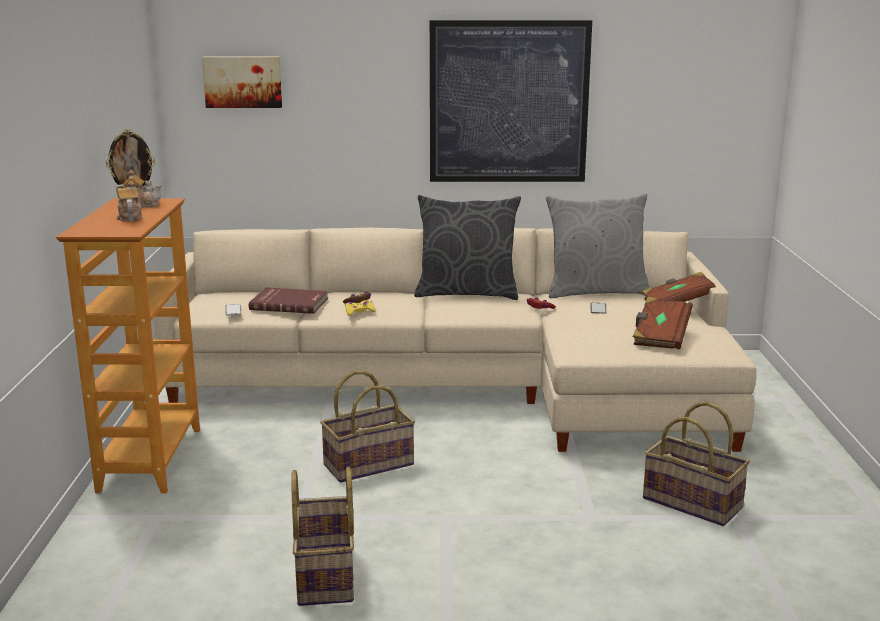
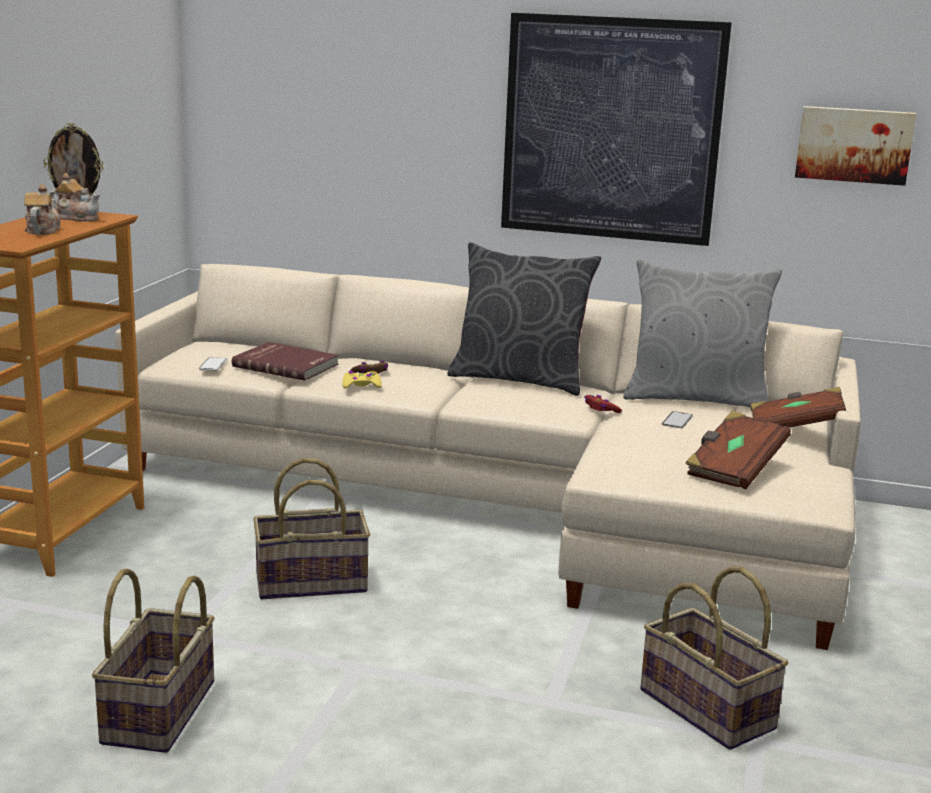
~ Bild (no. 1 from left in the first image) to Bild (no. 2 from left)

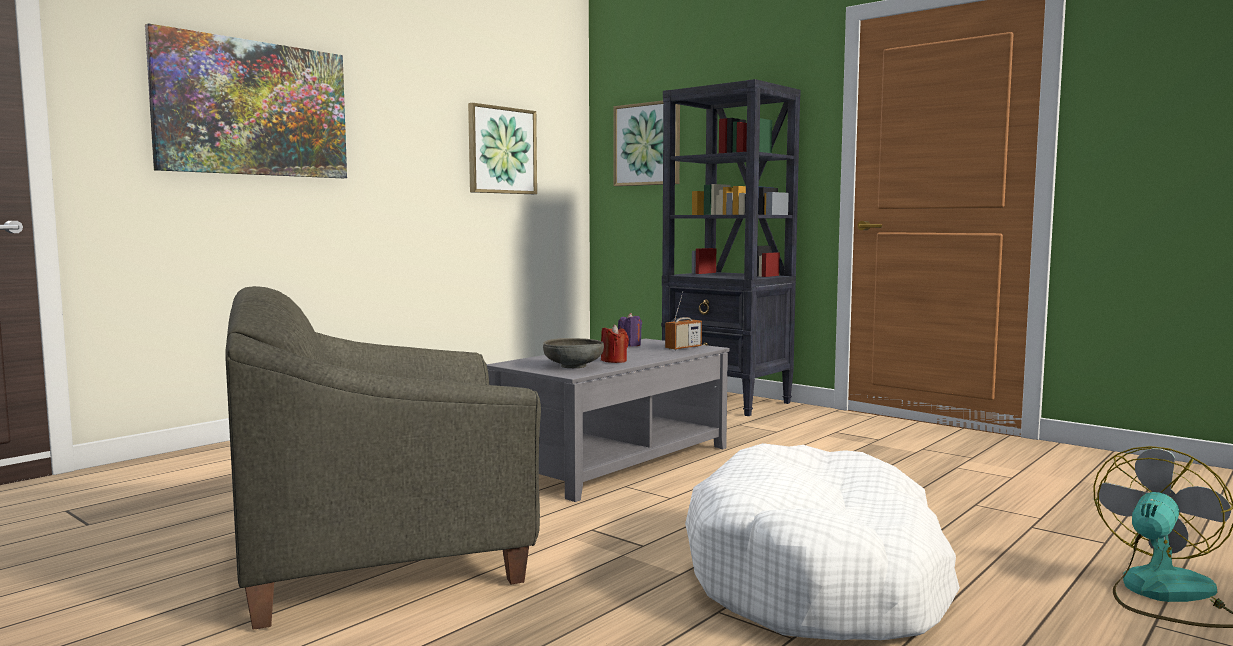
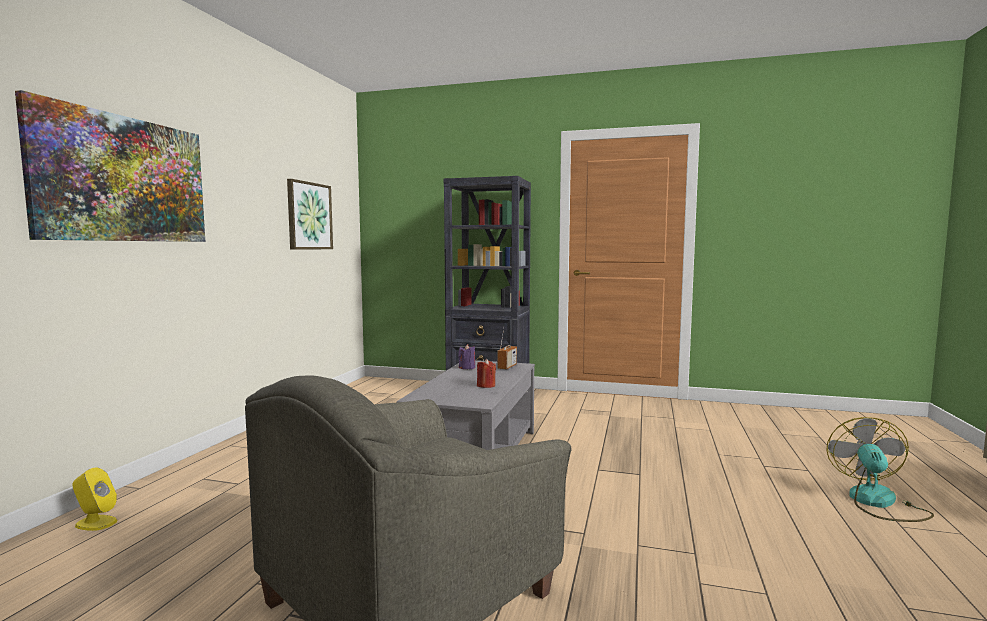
+ Lautsprecher (gelb)
- Schüssel (grau)
- Bild (no. 3 from left)
- Hundebett (weiß)

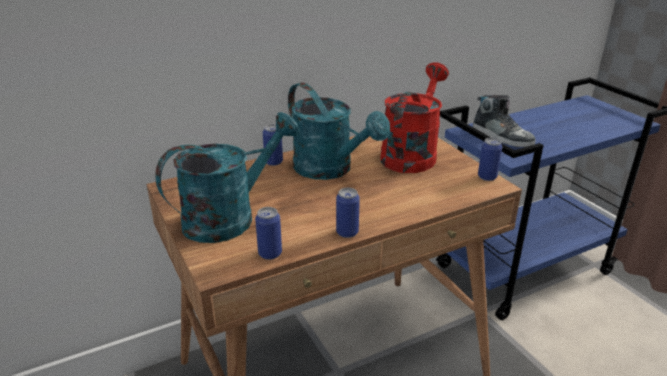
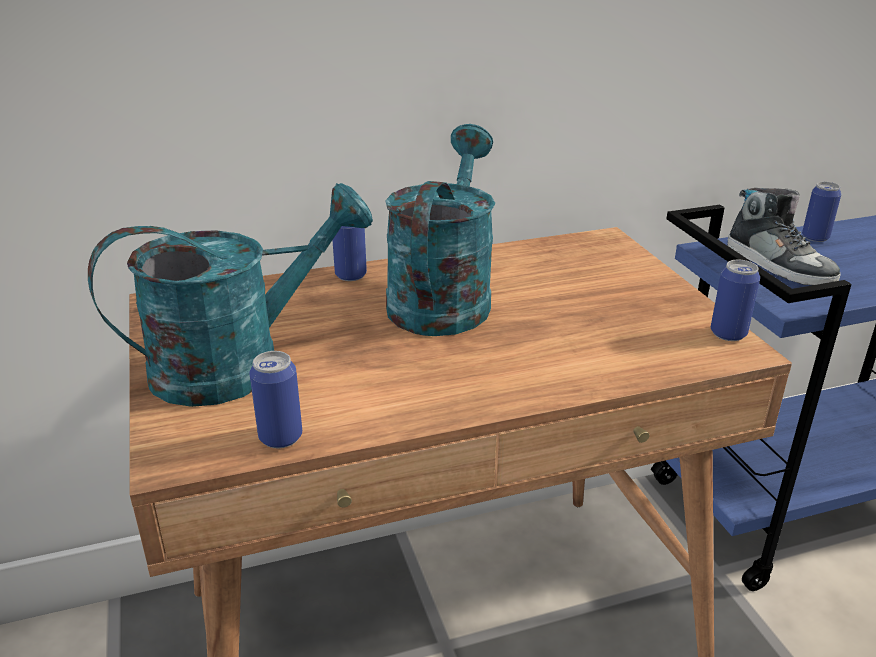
~ Gießkanne (türkis) (no. 2 from left) 135 degrees counterclockwise
~ Dose (no. 3 from left in the first image) to Dose (no. 4 from left)
- Gießkanne (rot)

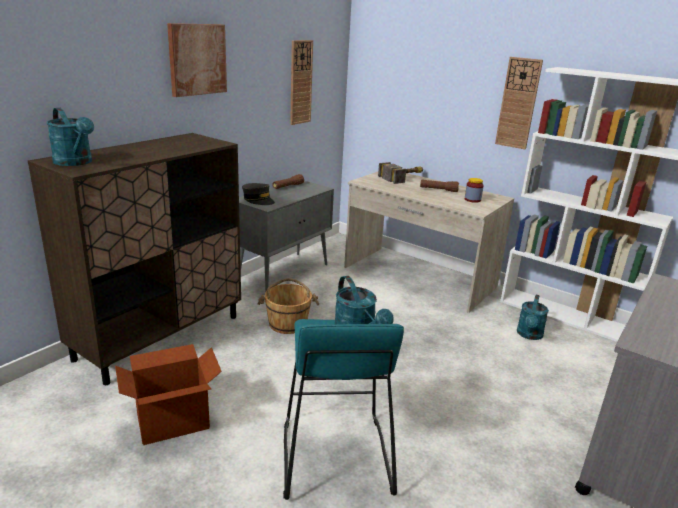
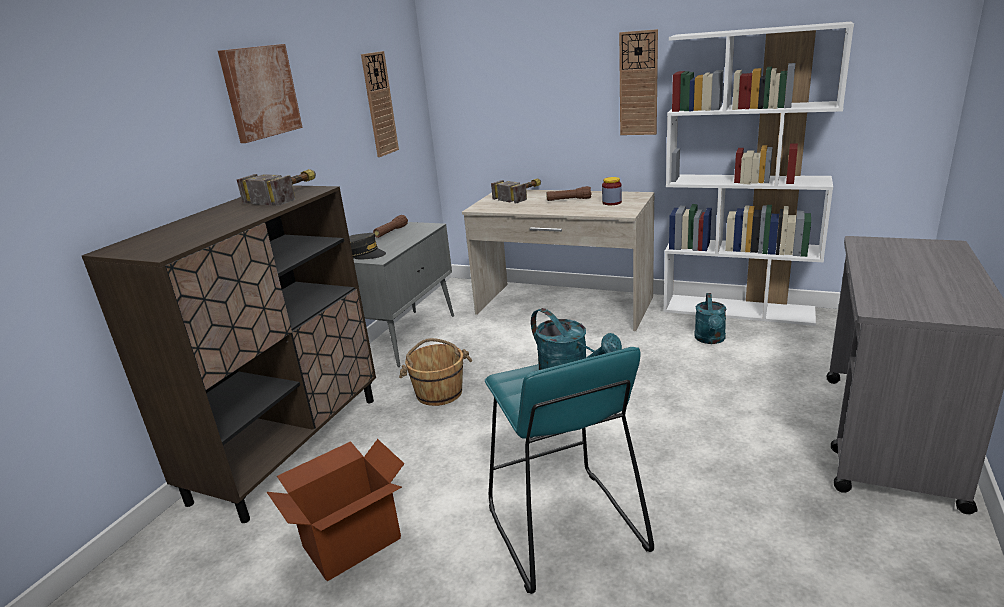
+ Hammer (no. 1 from left)
- Gießkanne (türkis) (no. 1 from left)

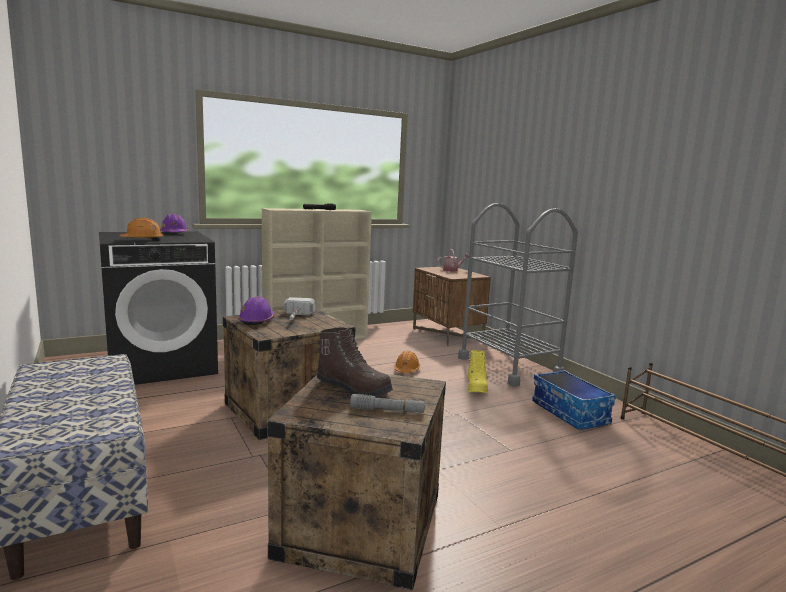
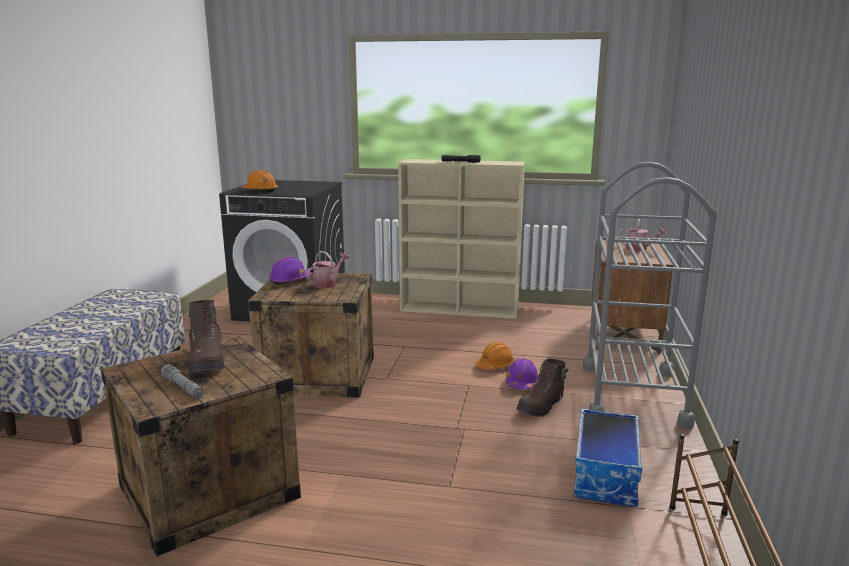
~ Hammer to Gießkanne (no. 1 from left)
~ Schutzhelm (lila) (no. 1 from left in the first image) to Schutzhelm (lila) (no. 2 from left)
~ Stiefel (gelb) to Stiefel (braun) (no. 2 from left)

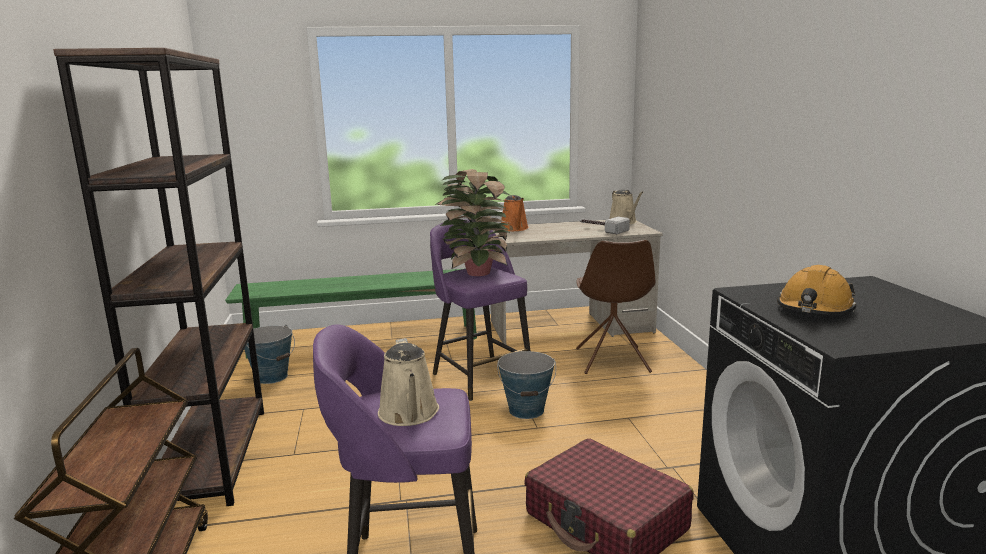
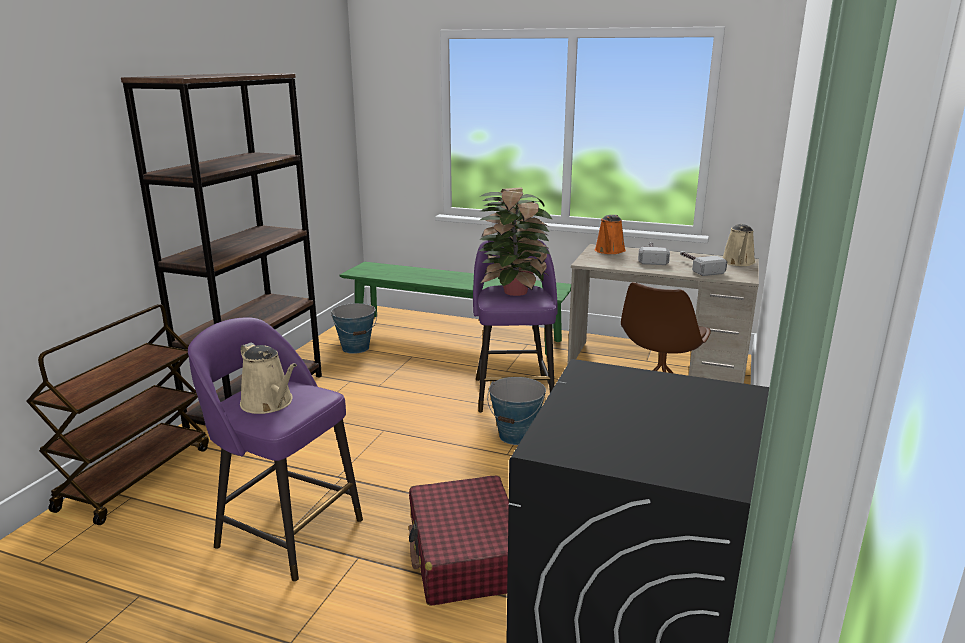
~ Gießkanne (beige) (no. 1 from left) 60 degrees counterclockwise
+ Hammer (no. 1 from left)
- Schutzhelm (orange)

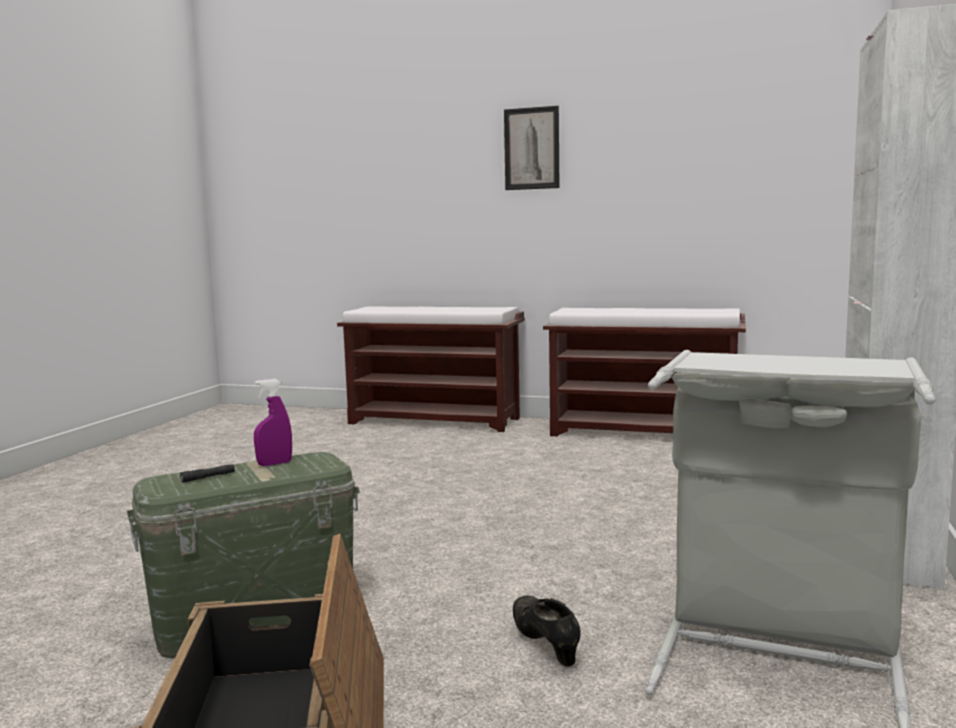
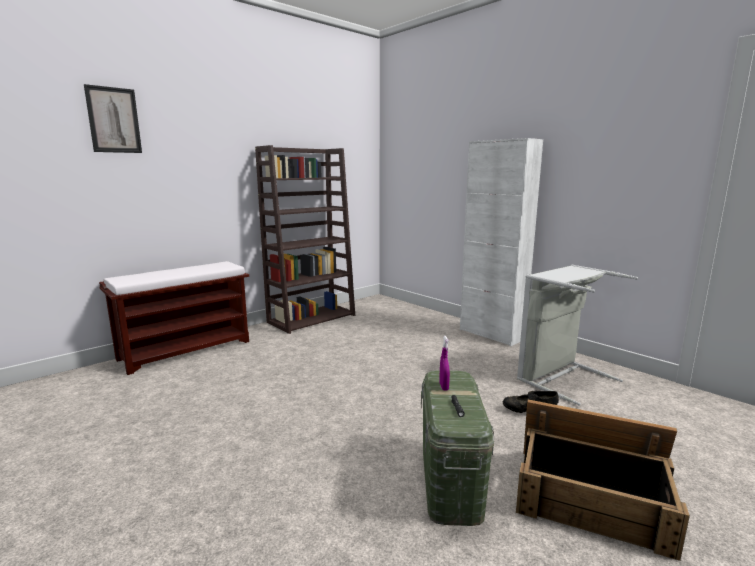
~ Bild
~ Bank (braun) (no. 2 from left) to Bücherregal (braun)

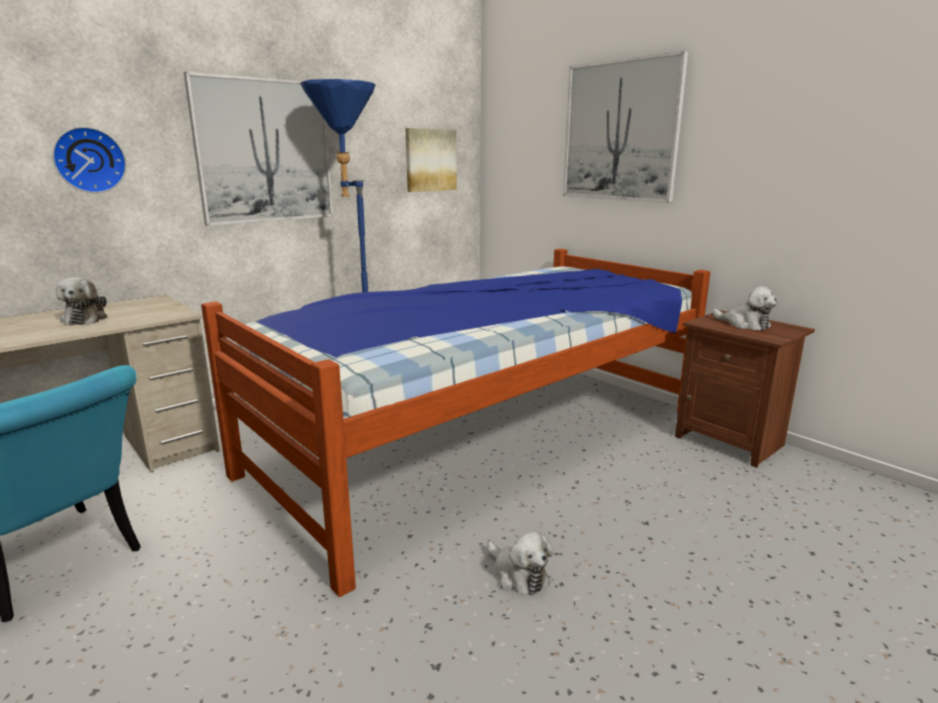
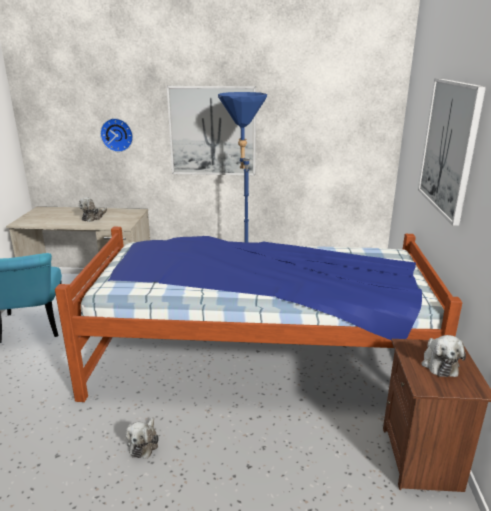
- Bild (no. 2 from left)

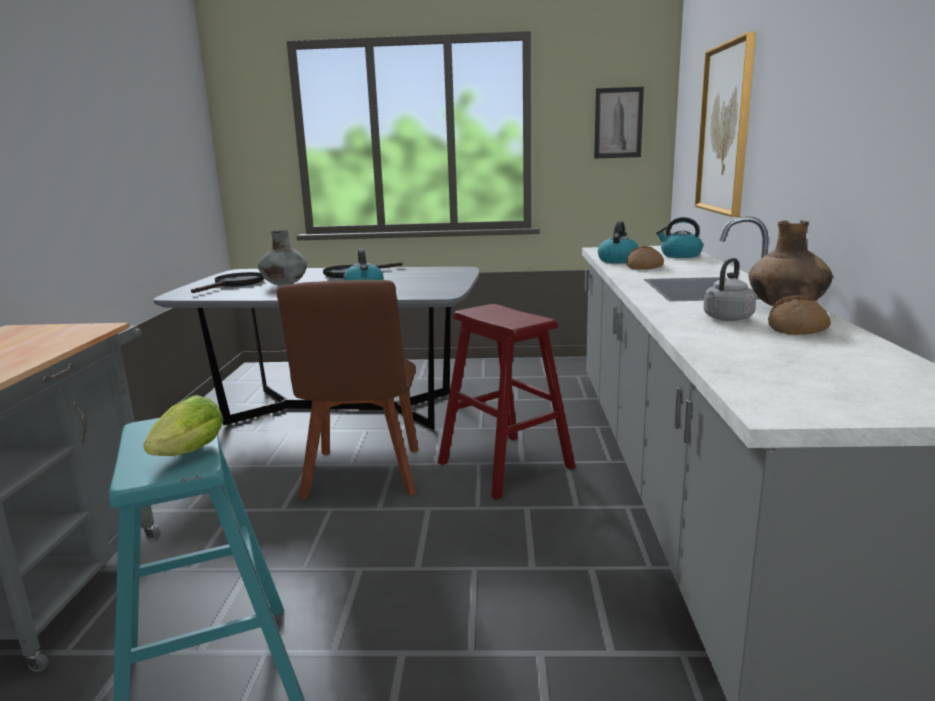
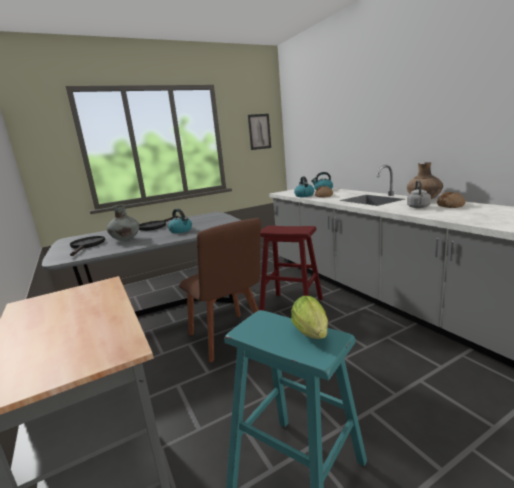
- Bild (no. 2 from left)

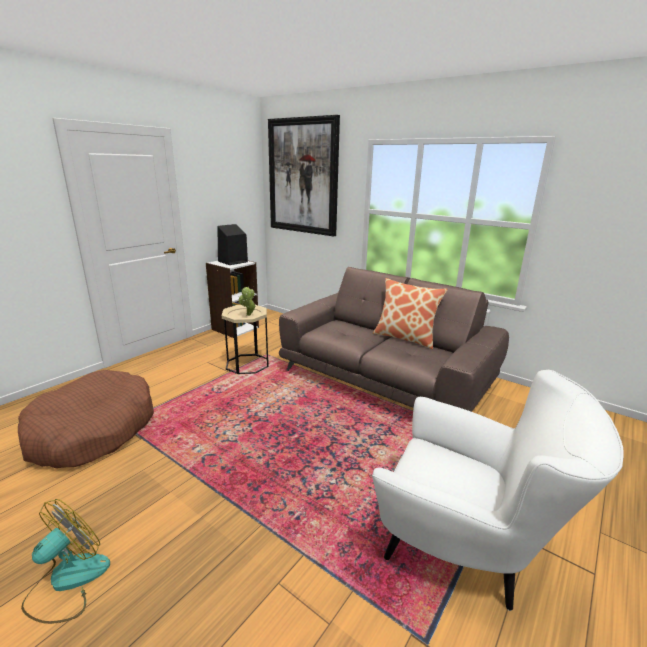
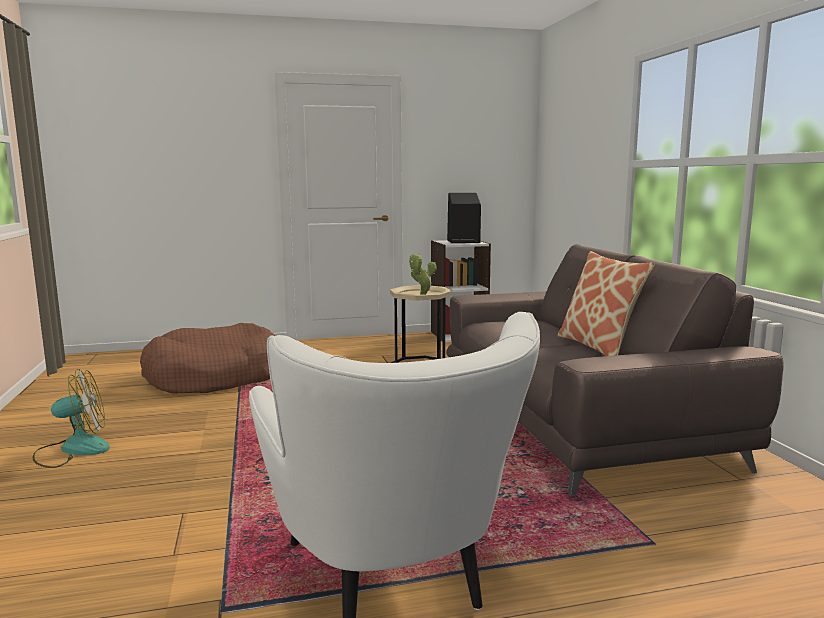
- Bild

